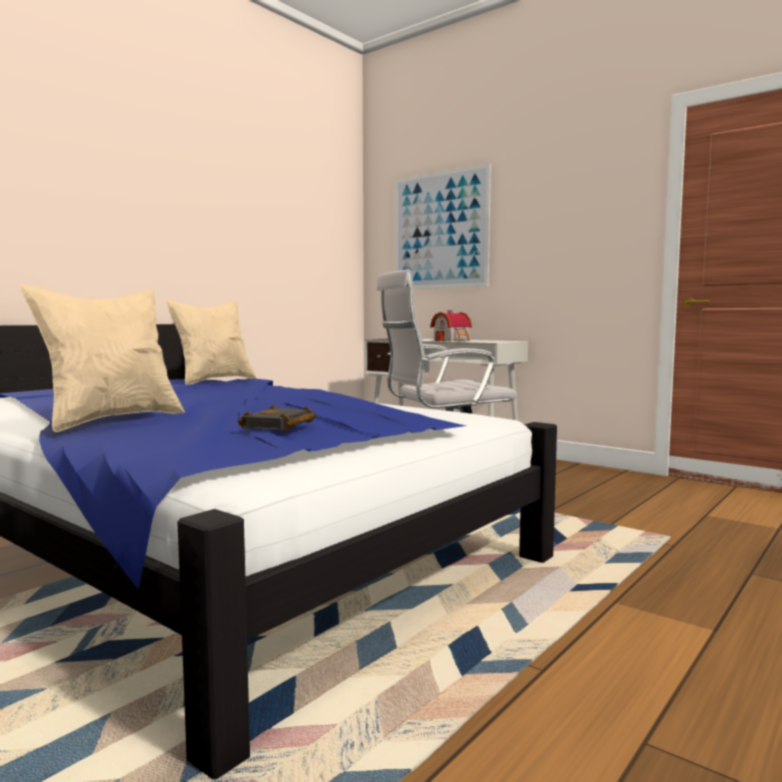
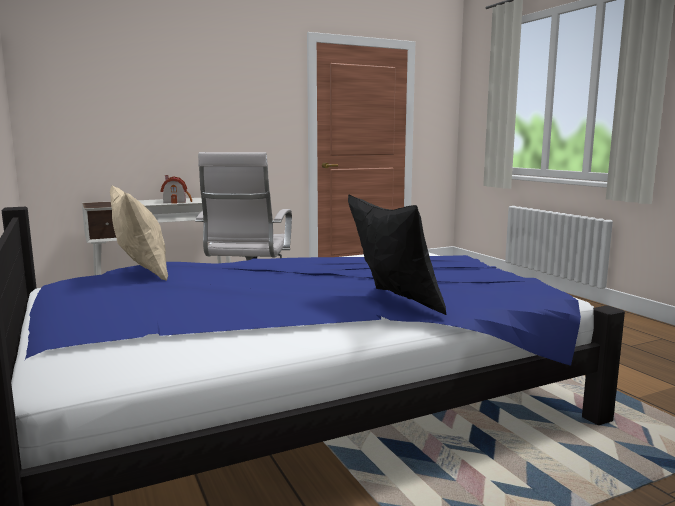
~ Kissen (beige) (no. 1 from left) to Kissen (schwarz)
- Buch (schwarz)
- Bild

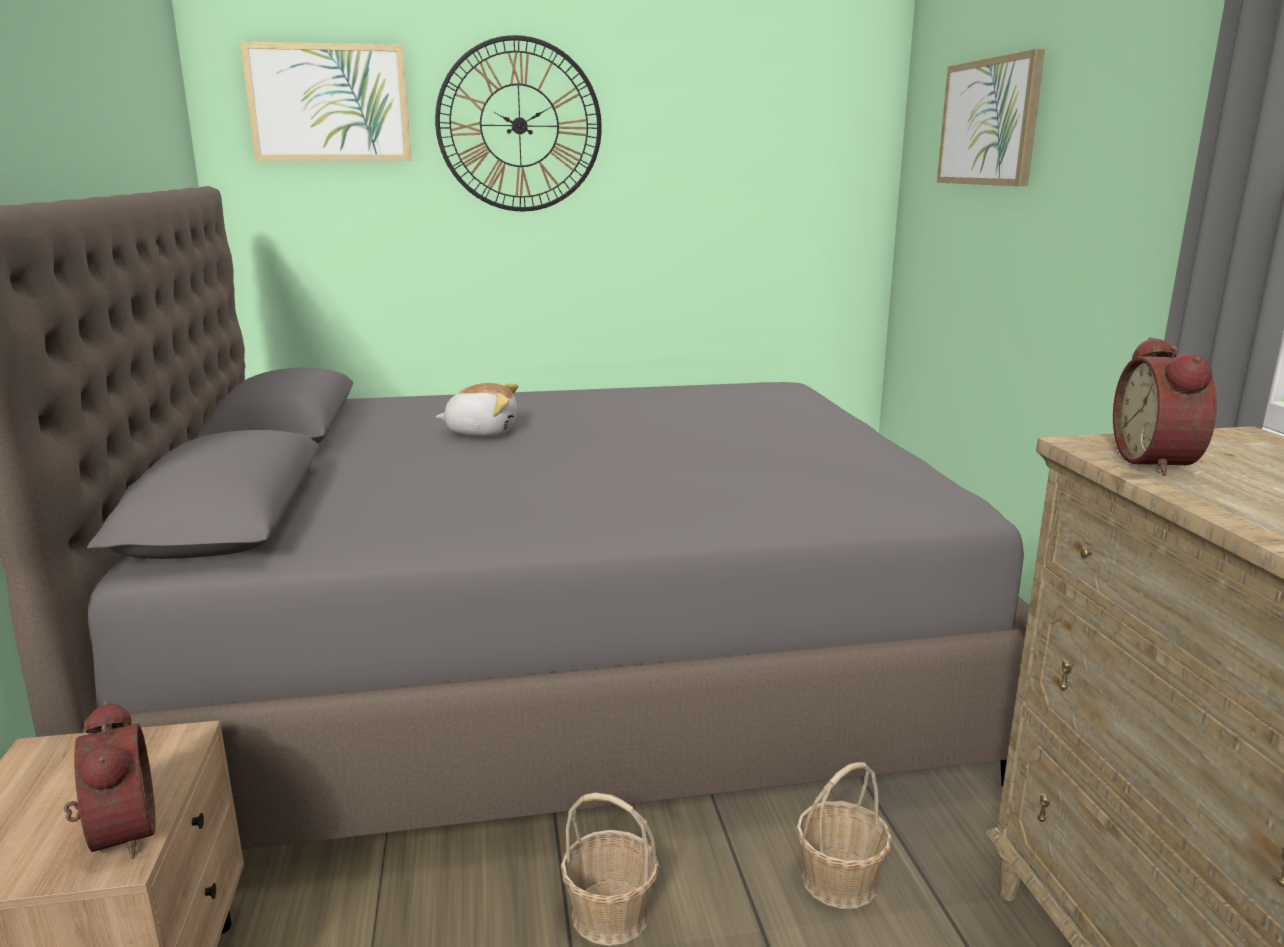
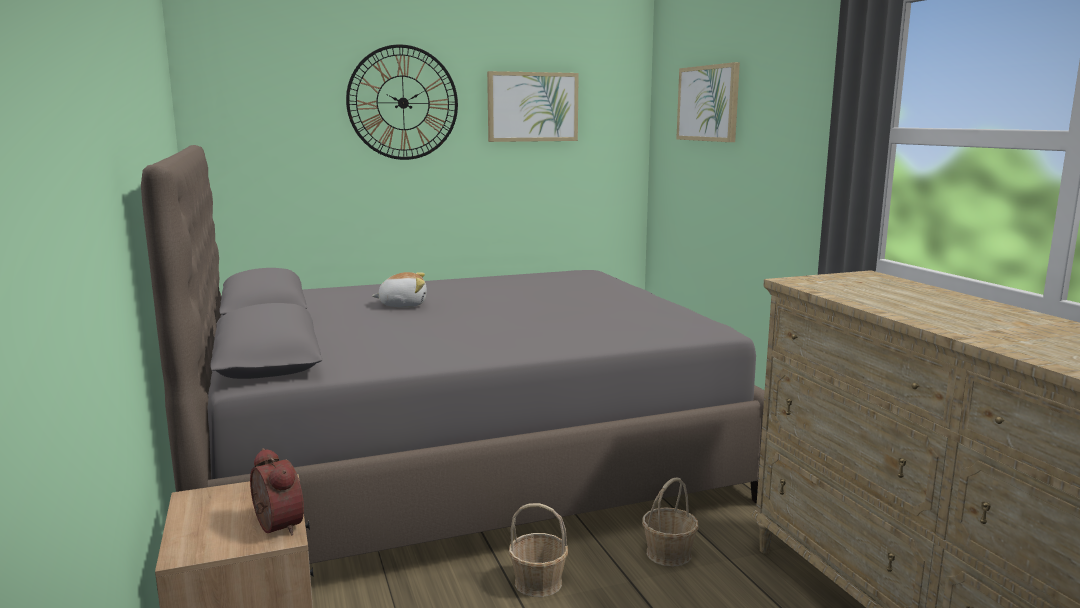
~ Bild (no. 1 from left)
- Wecker (no. 2 from left)

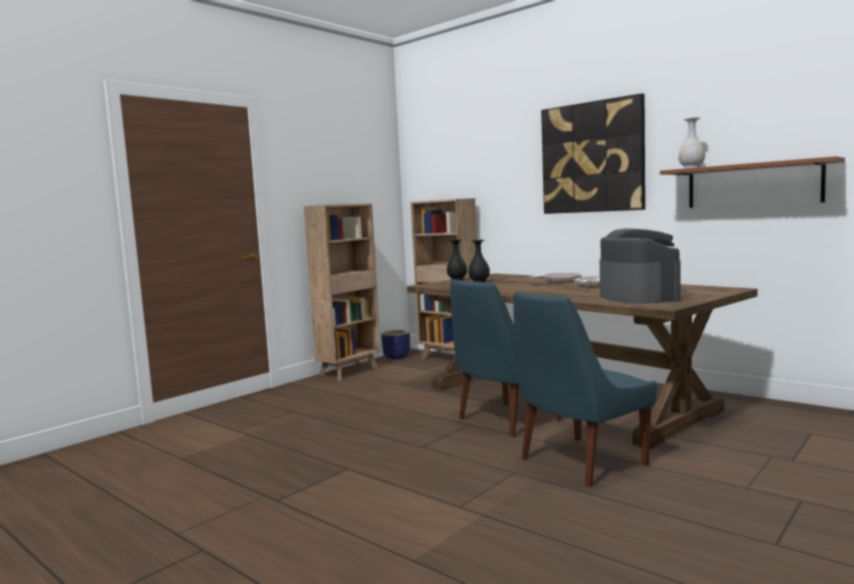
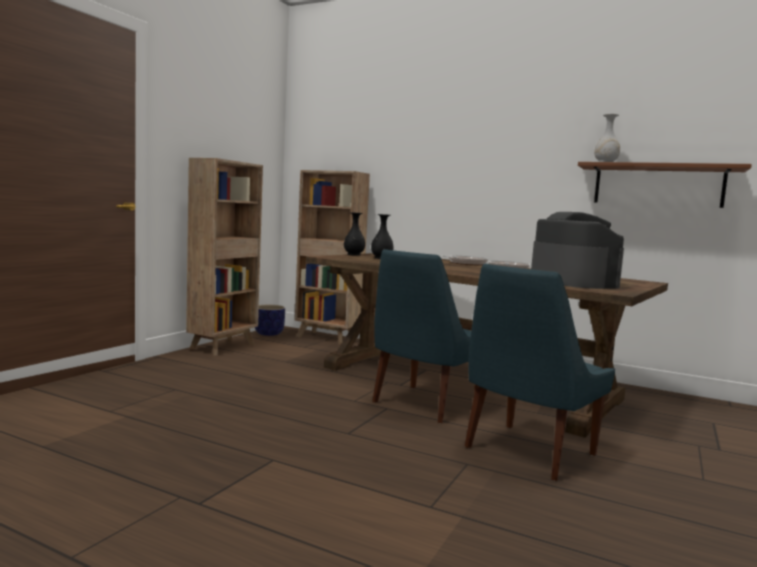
- Bild

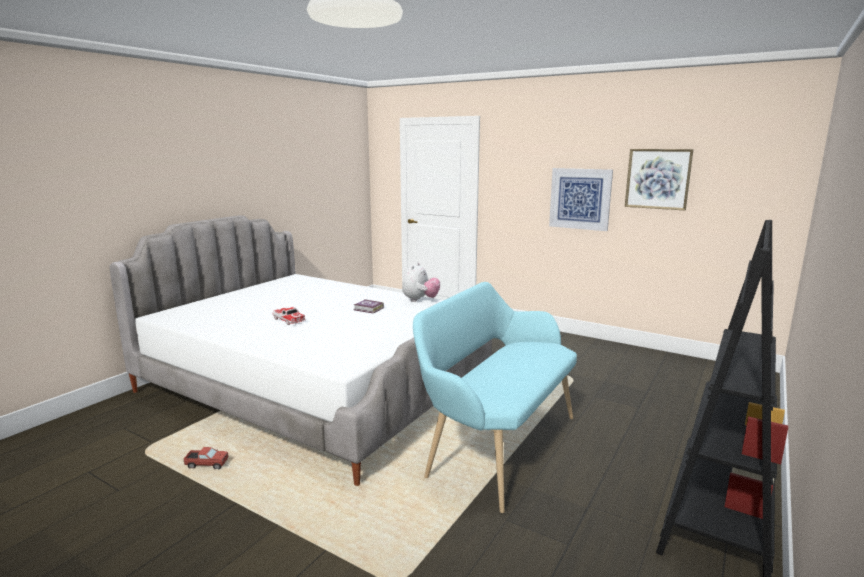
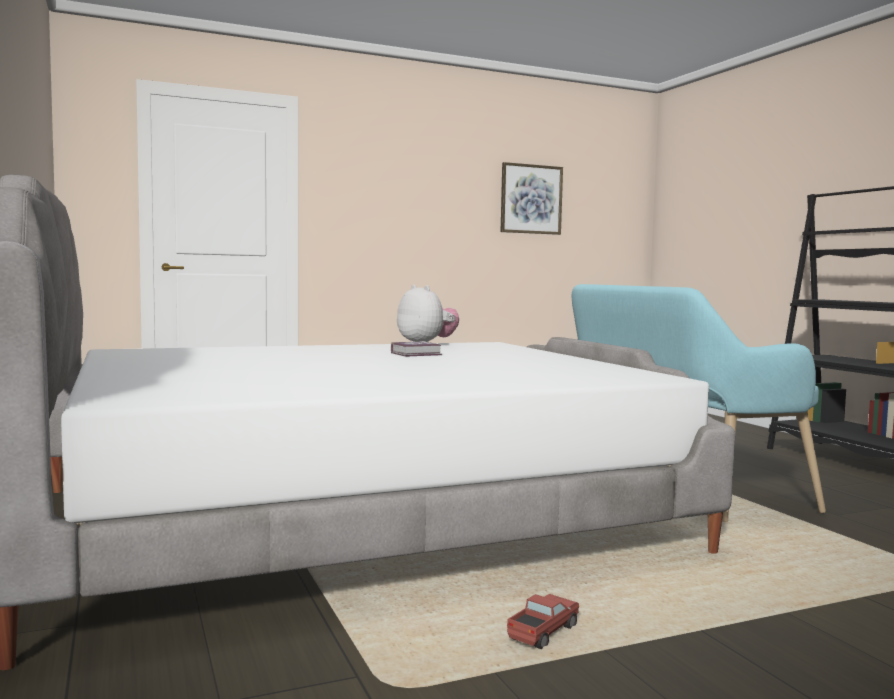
- Spielzeugauto
- Bild (no. 1 from left)

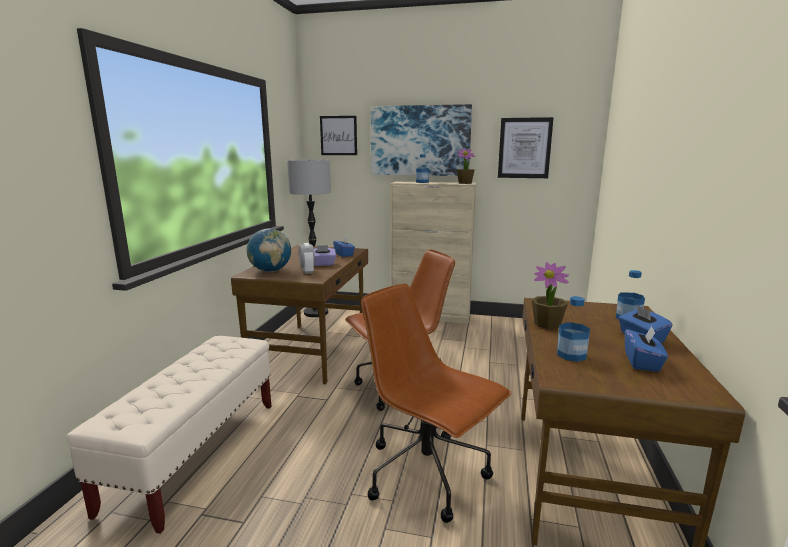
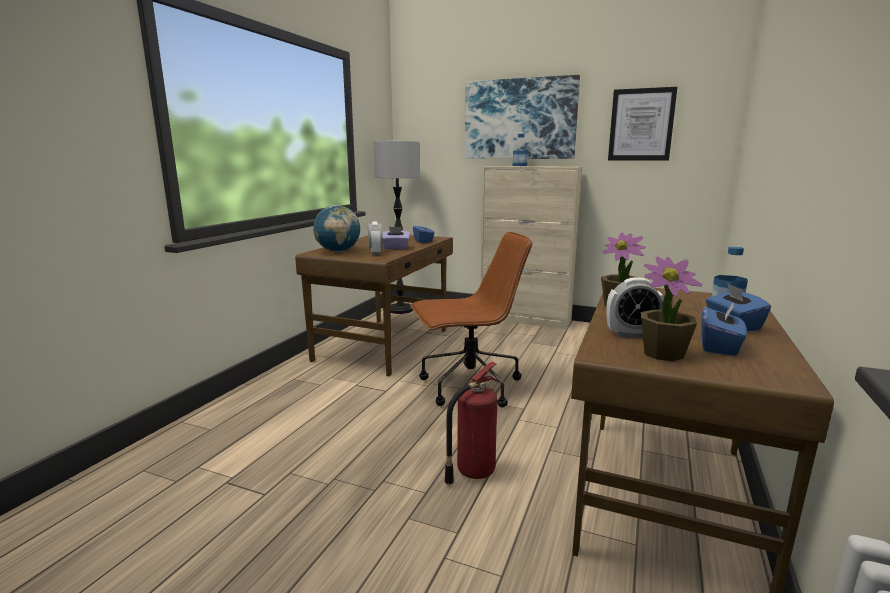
~ Bürostuhl (braun) (no. 2 from left) to Feuerlöscher
~ Flasche (no. 2 from left) to Wecker (no. 2 from left)
~ Topfpflanze (no. 1 from left in the first image) to Topfpflanze (no. 2 from left)
- Bank (beige)
- Bild (no. 1 from left)

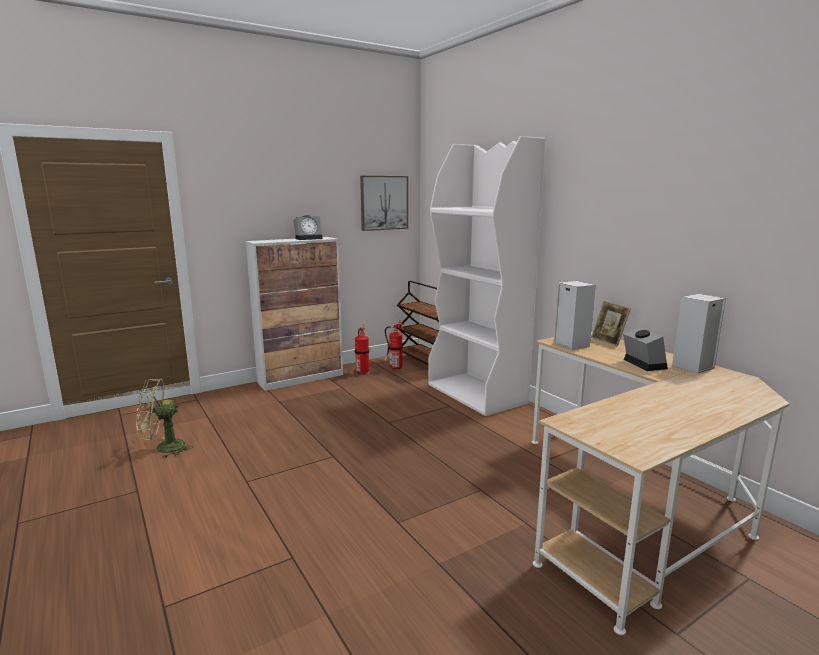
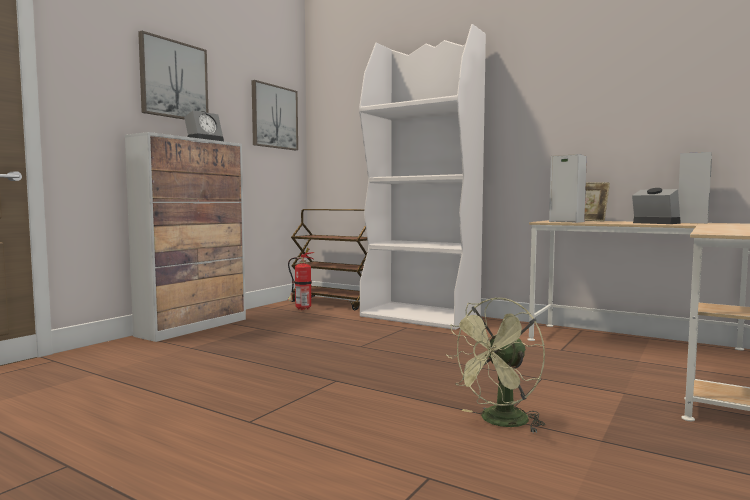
+ Bild (no. 1 from left)
~ Ventilator (grün)
- Feuerlöscher (no. 1 from left)

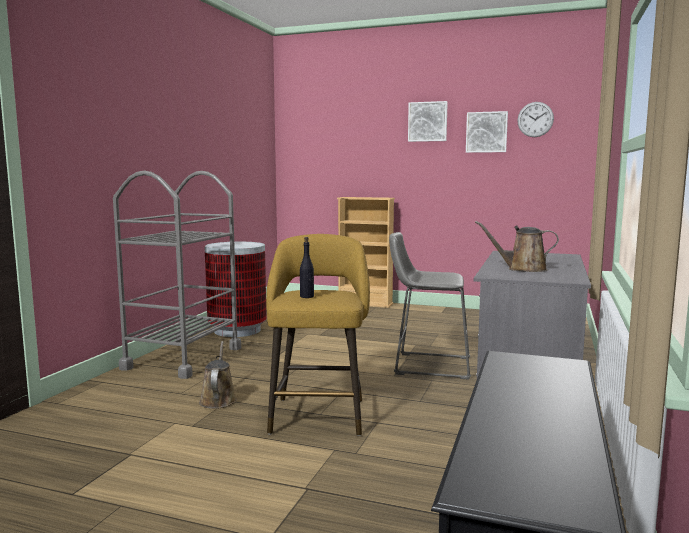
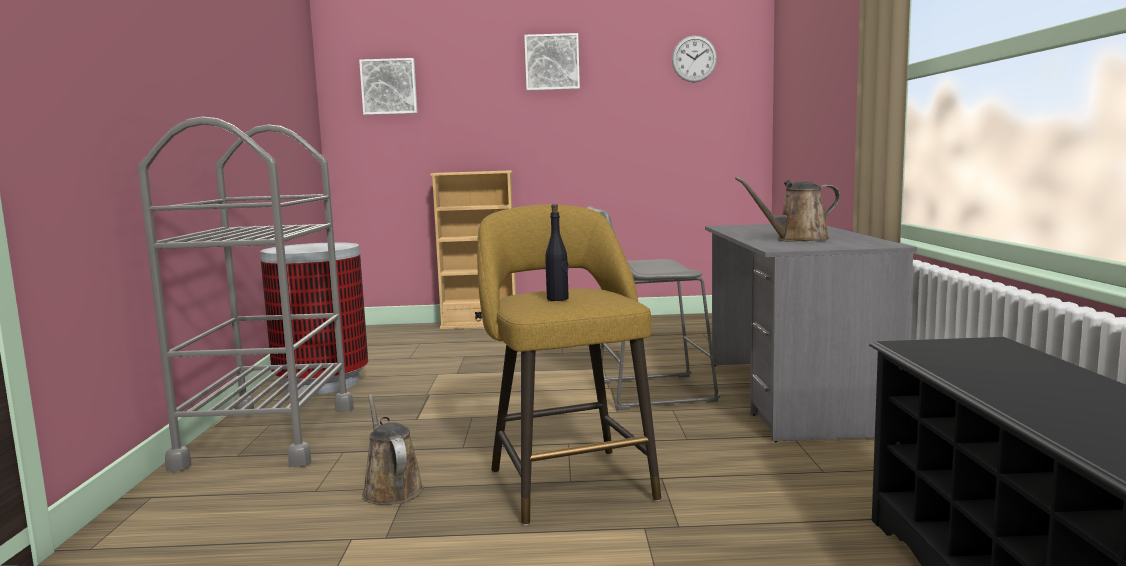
~ Bild (no. 2 from left in the first image) to Bild (no. 1 from left)

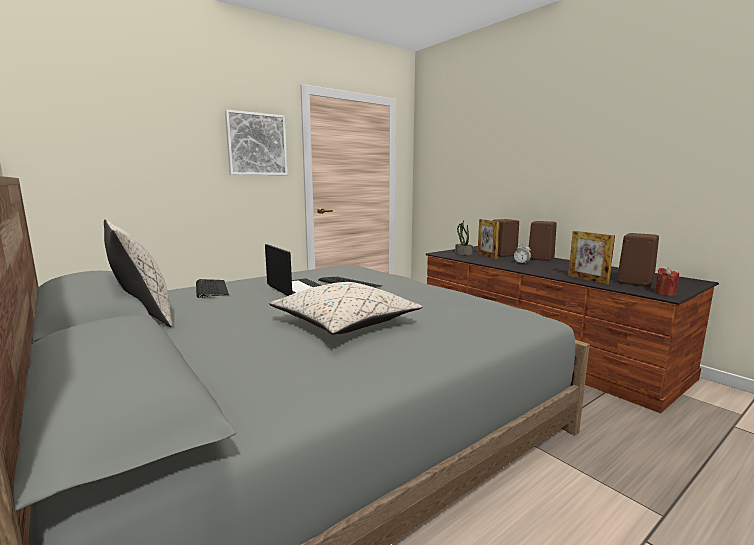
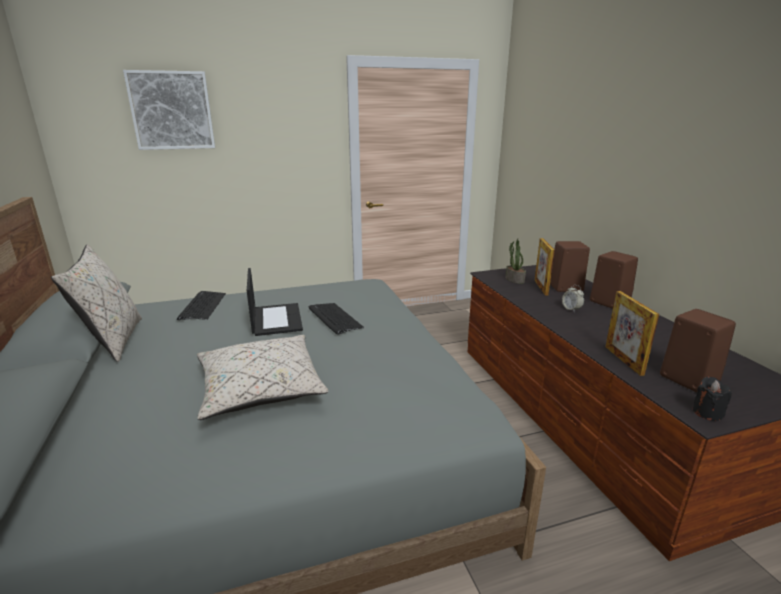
~ Bild
~ Kerze (rot) to Kerze (schwarz)

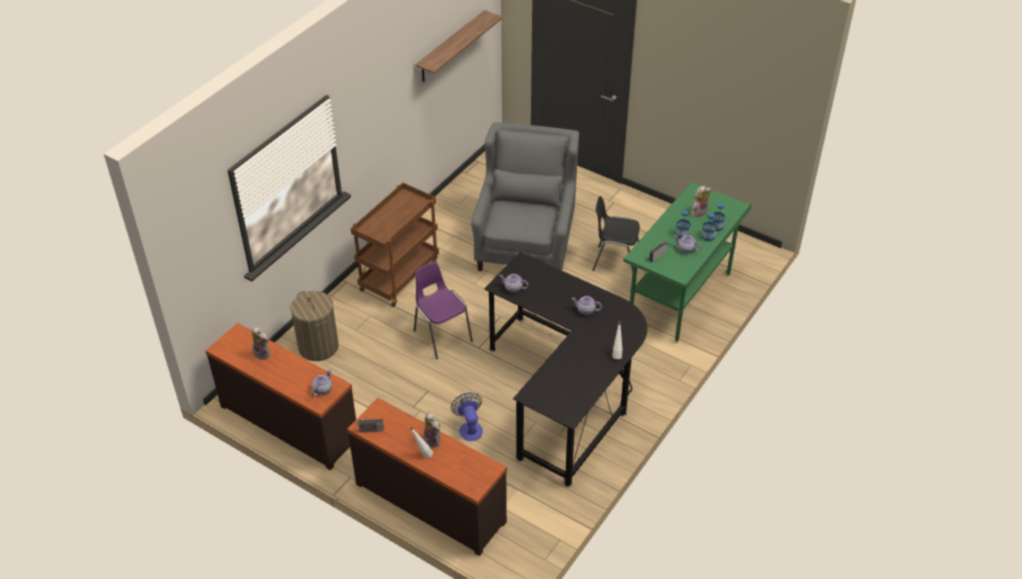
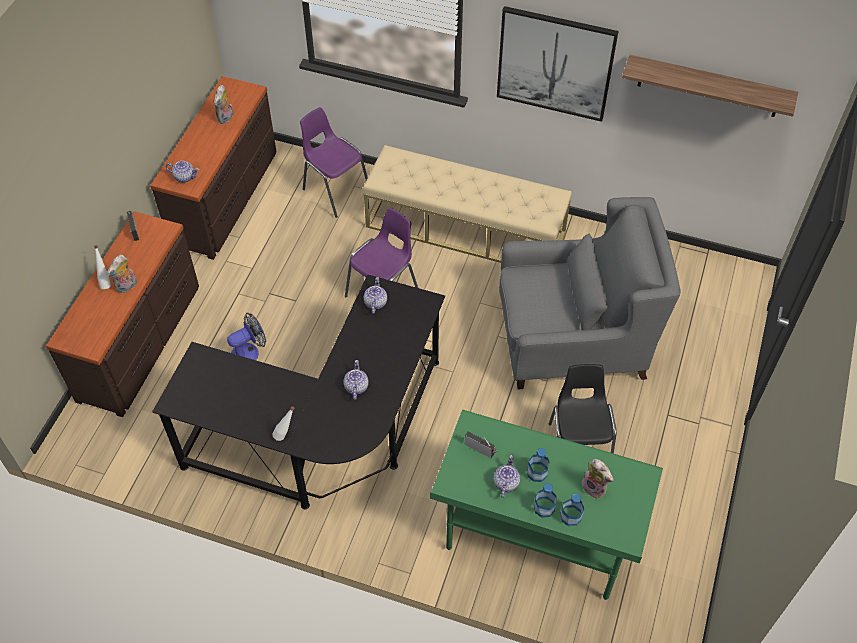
~ Wäschekorb to Stuhl (lila) (no. 1 from left)
~ Rollwagen (braun) to Bank (beige)
+ Bild

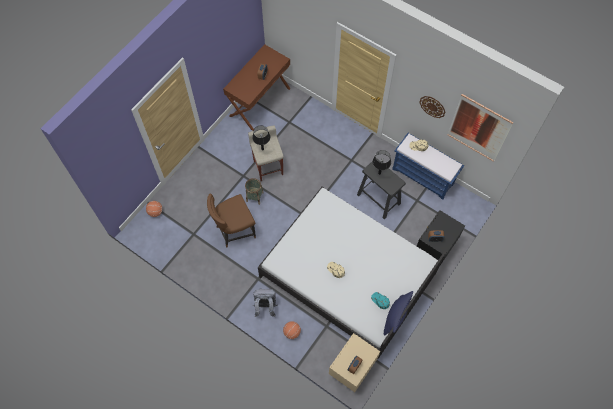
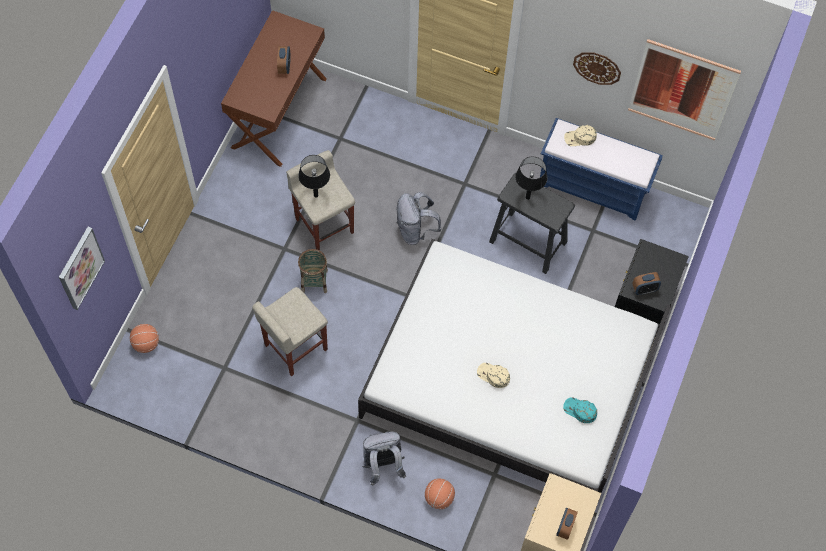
+ Bild (no. 1 from left)
~ Stuhl (braun) to Hocker (beige) (no. 1 from left)
+ Rucksack (grau) (no. 2 from left)
- Kissen (blau)

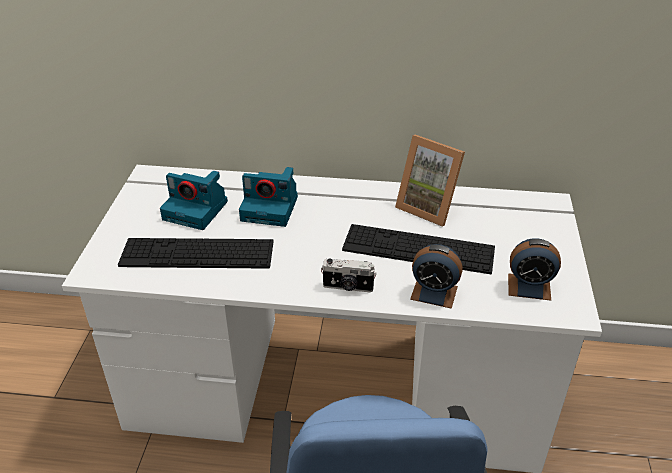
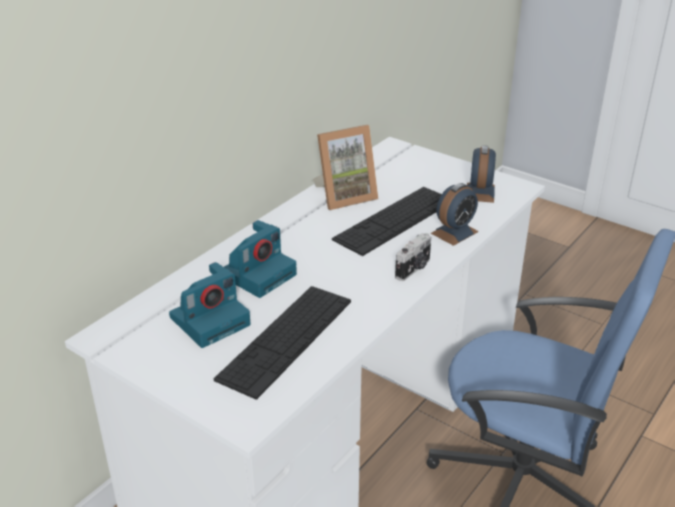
~ Wecker (no. 2 from left) 150 degrees clockwise

